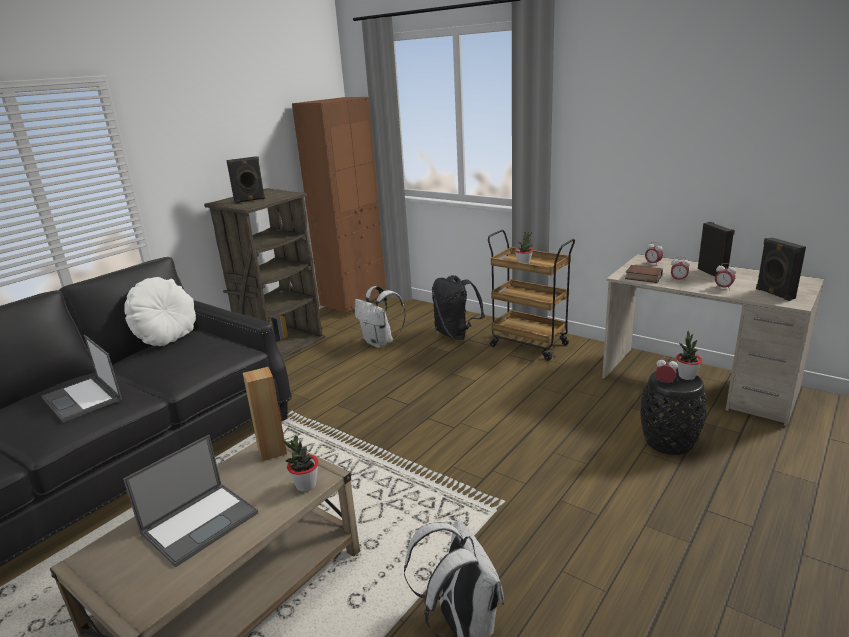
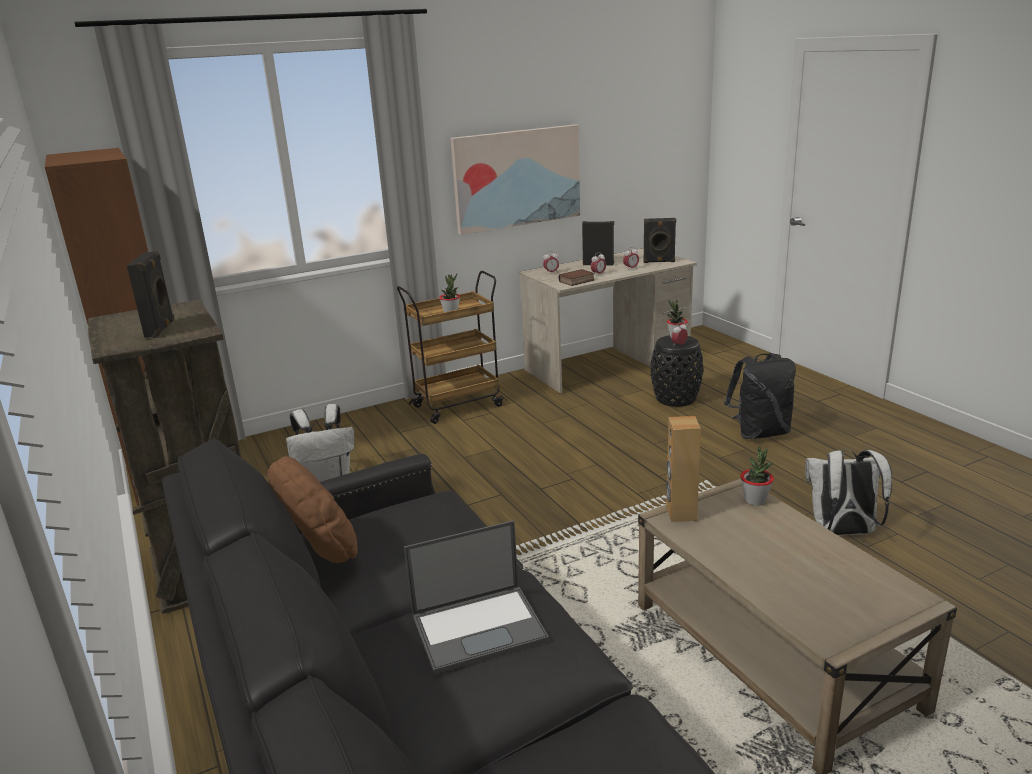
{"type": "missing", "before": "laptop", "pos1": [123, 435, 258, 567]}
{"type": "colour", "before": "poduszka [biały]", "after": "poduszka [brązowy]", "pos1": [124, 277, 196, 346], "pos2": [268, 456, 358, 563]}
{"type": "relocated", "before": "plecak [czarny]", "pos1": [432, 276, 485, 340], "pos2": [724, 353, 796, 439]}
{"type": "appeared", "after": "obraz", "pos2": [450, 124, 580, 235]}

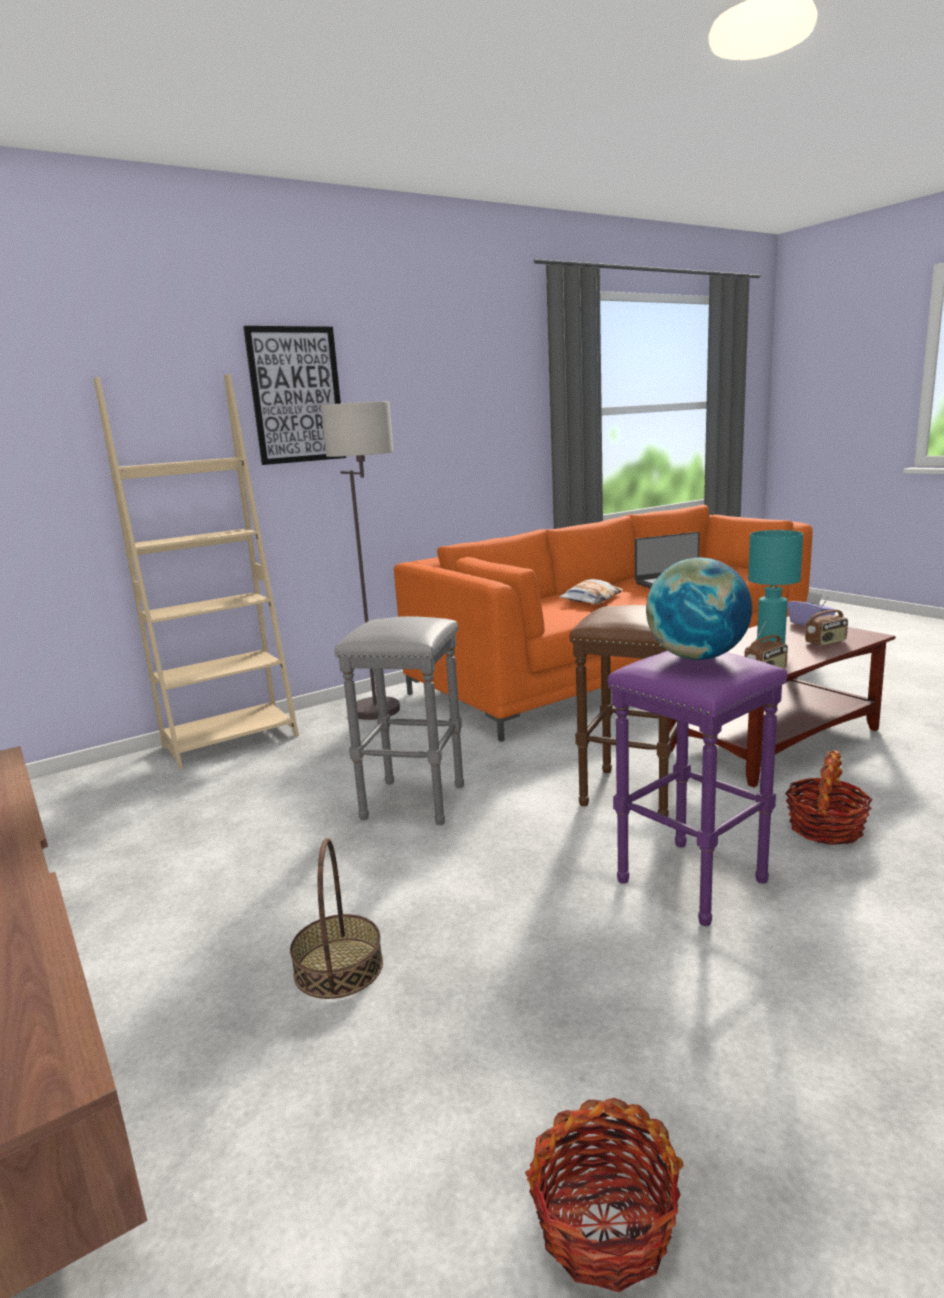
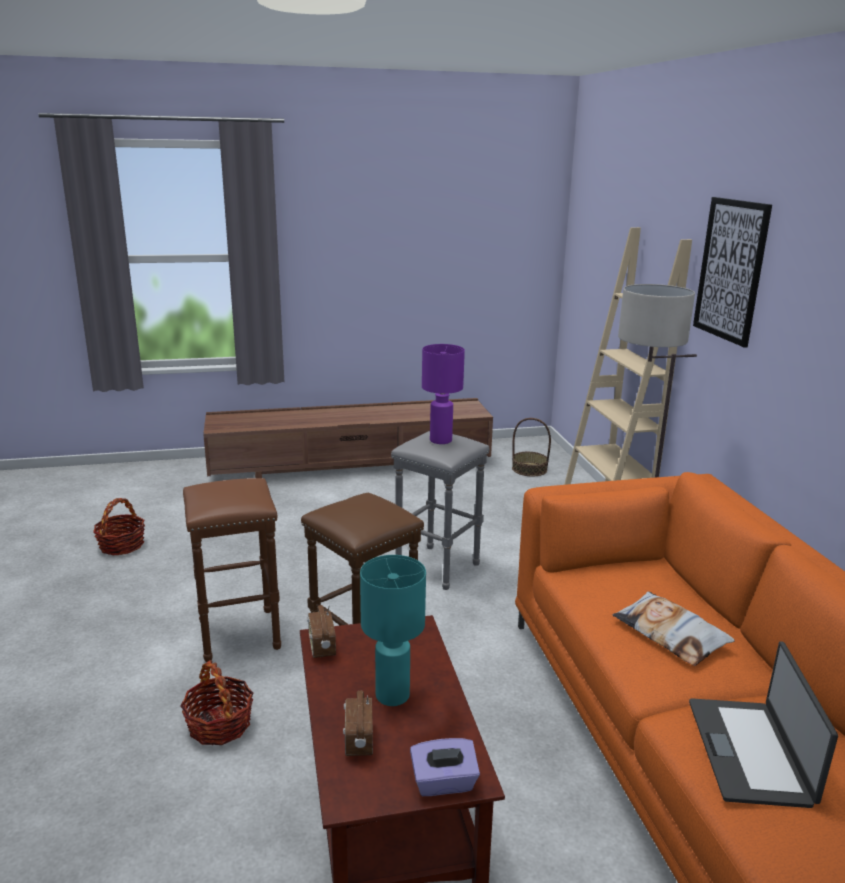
{"type": "relocated", "before": "koszyk", "pos1": [290, 838, 383, 999], "pos2": [512, 418, 551, 476]}
{"type": "colour", "before": "stołek [fioletowy]", "after": "stołek [brązowy]", "pos1": [608, 650, 787, 926], "pos2": [183, 478, 281, 662]}
{"type": "missing", "before": "globus", "pos1": [646, 558, 752, 660]}
{"type": "appeared", "after": "lampa stołowa [fioletowy]", "pos2": [422, 344, 465, 444]}

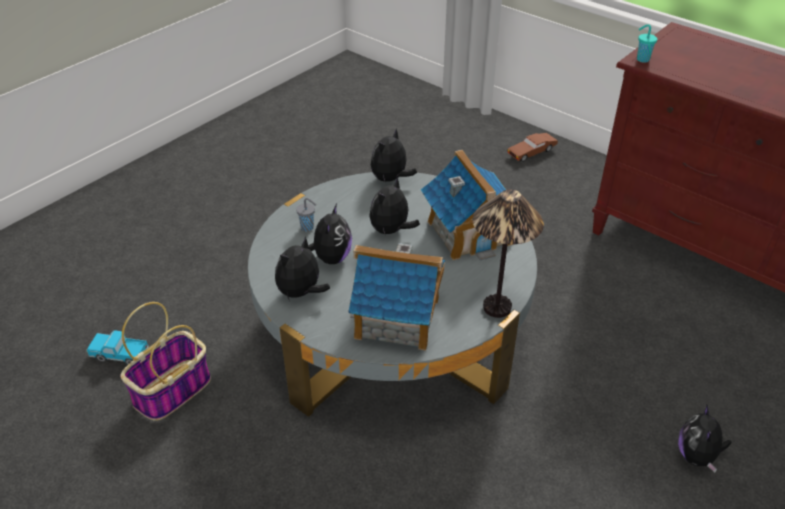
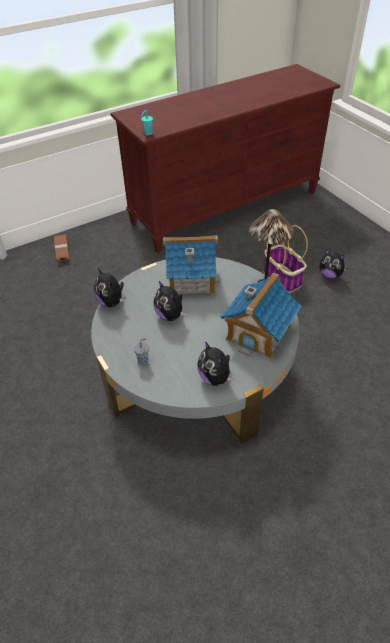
{"type": "missing", "before": "ciężarówka zabawkowa", "pos1": [86, 330, 149, 365]}
{"type": "relocated", "before": "koszyk", "pos1": [120, 302, 211, 421], "pos2": [263, 225, 308, 293]}
{"type": "missing", "before": "pluszak", "pos1": [308, 204, 352, 264]}

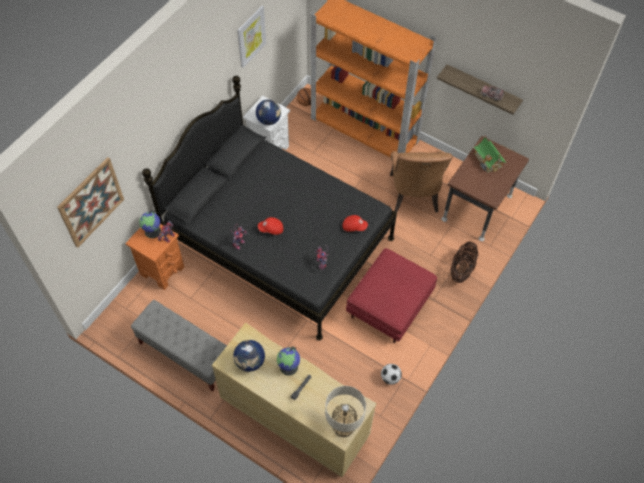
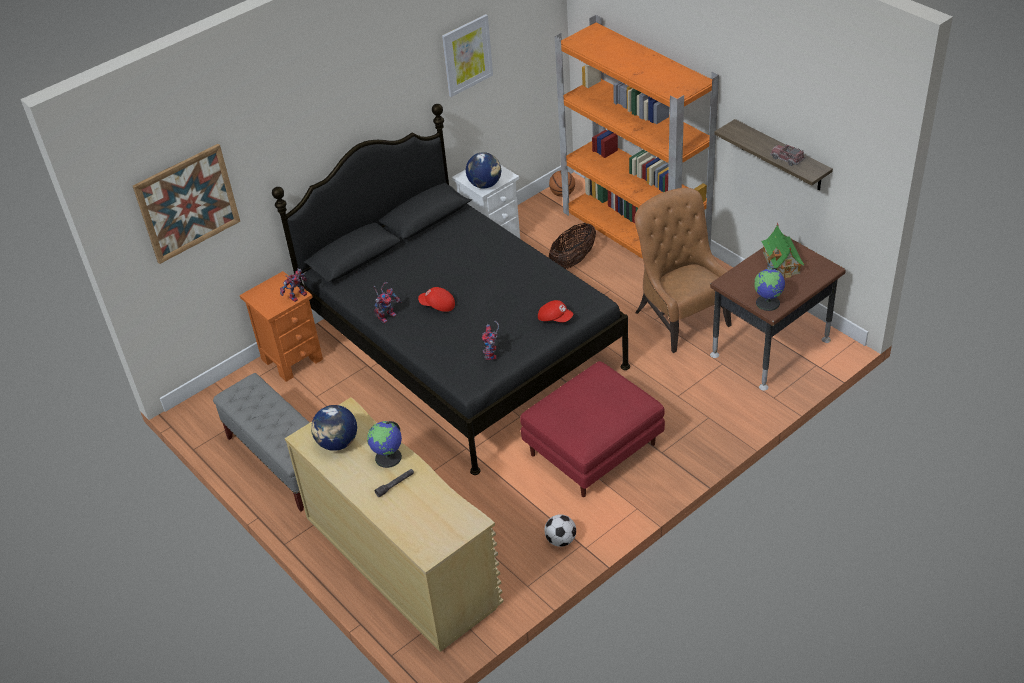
{"type": "relocated", "before": "globus", "pos1": [139, 211, 161, 238], "pos2": [754, 268, 785, 311]}
{"type": "missing", "before": "lampa stołowa", "pos1": [325, 386, 366, 437]}
{"type": "spun", "before": "krzesło [brązowy]", "pos1": [390, 151, 453, 213], "pos2": [635, 188, 732, 353], "turn": 135}
{"type": "relocated", "before": "koszyk", "pos1": [450, 241, 478, 283], "pos2": [549, 223, 596, 269]}

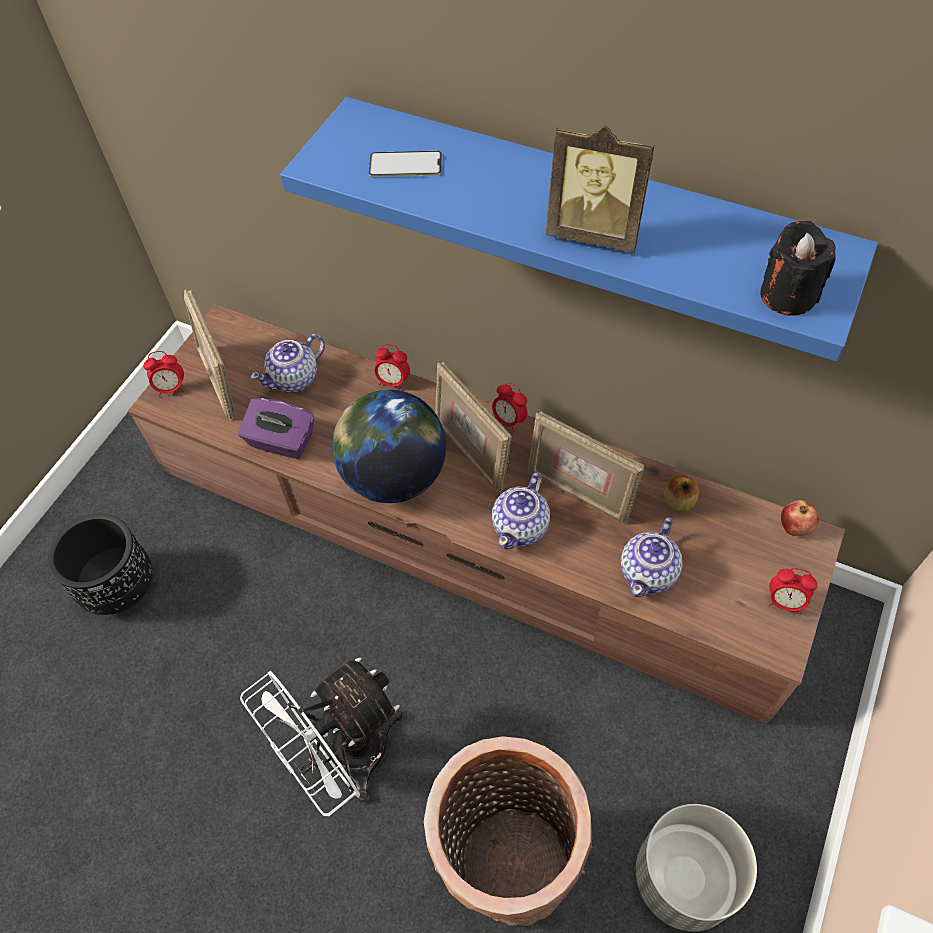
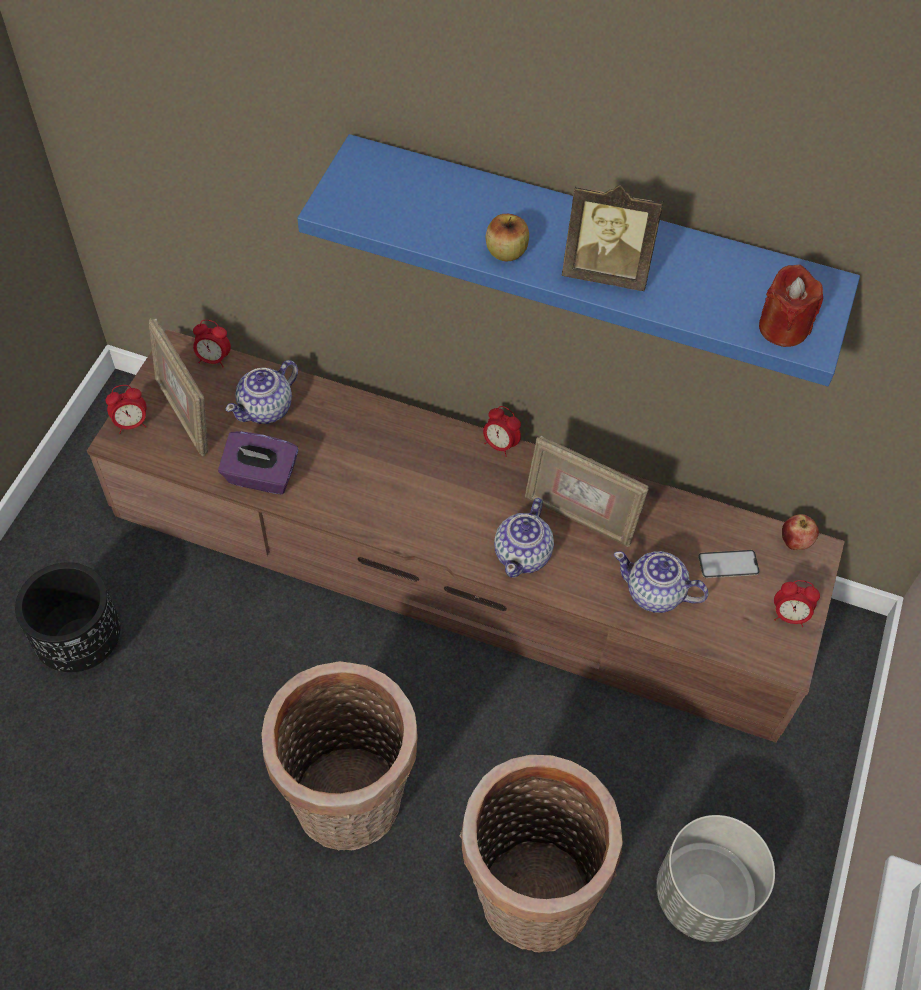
{"type": "exchanged", "before": "wentylator [biały]", "after": "koszyk", "pos1": [240, 658, 403, 816], "pos2": [261, 661, 418, 850]}
{"type": "missing", "before": "globus", "pos1": [332, 390, 446, 503]}
{"type": "relocated", "before": "telefon", "pos1": [369, 151, 442, 177], "pos2": [698, 550, 760, 578]}
{"type": "relocated", "before": "budzik", "pos1": [375, 344, 410, 390], "pos2": [193, 320, 231, 367]}
{"type": "missing", "before": "ramka na zdjęcie", "pos1": [435, 362, 512, 493]}
{"type": "spun", "before": "imbryk", "pos1": [621, 517, 683, 597], "pos2": [614, 551, 709, 613], "turn": 90}
{"type": "relocated", "before": "jabłko", "pos1": [664, 476, 699, 511], "pos2": [485, 214, 529, 261]}
{"type": "colour", "before": "świeca [czarny]", "after": "świeca [czerwony]", "pos1": [760, 221, 836, 316], "pos2": [759, 265, 823, 347]}

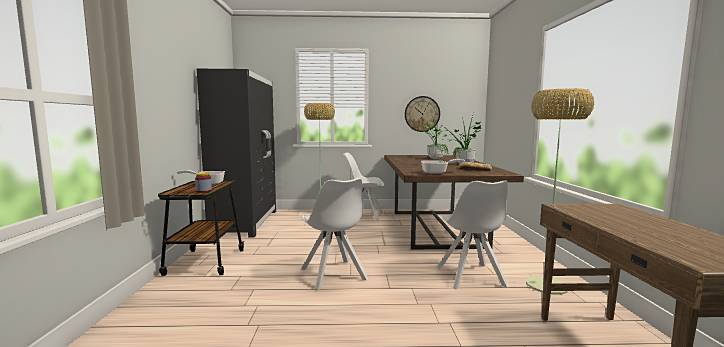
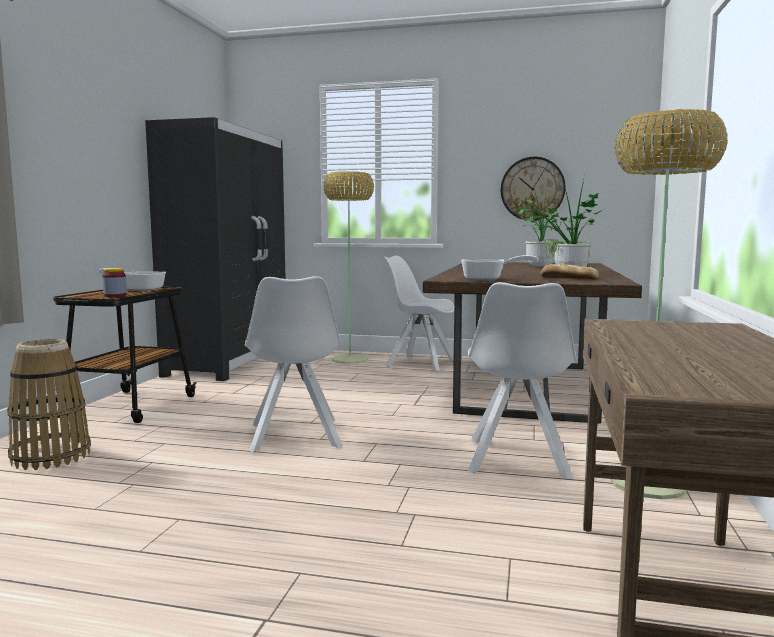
{"type": "appeared", "after": "koszyk", "pos2": [7, 339, 91, 470]}

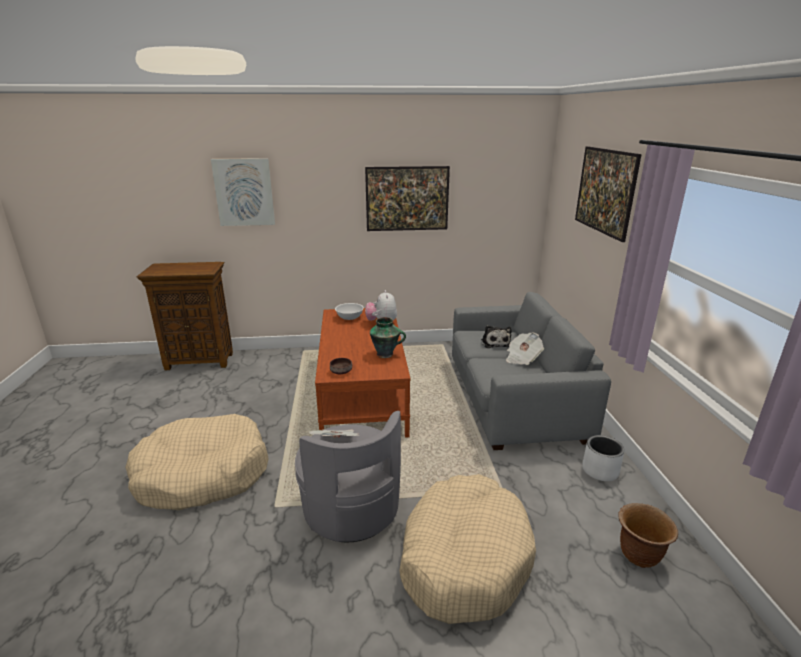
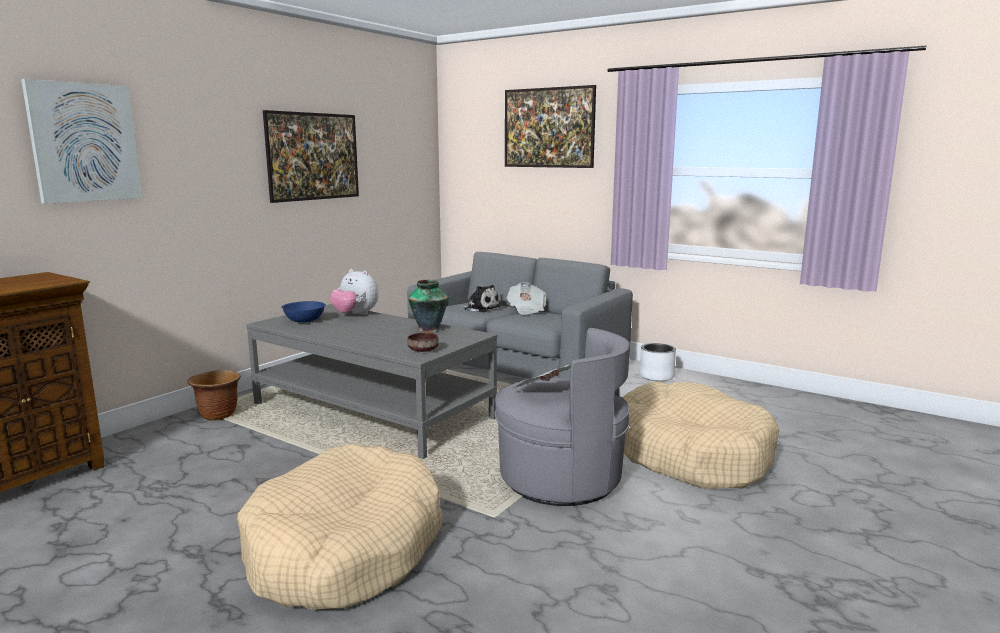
{"type": "colour", "before": "ława [brązowy]", "after": "ława [szary]", "pos1": [315, 308, 411, 438], "pos2": [246, 304, 497, 459]}
{"type": "colour", "before": "miska [biały]", "after": "miska [niebieski]", "pos1": [335, 303, 364, 320], "pos2": [281, 301, 326, 323]}
{"type": "relocated", "before": "donica [brązowy]", "pos1": [619, 503, 678, 568], "pos2": [187, 370, 241, 421]}

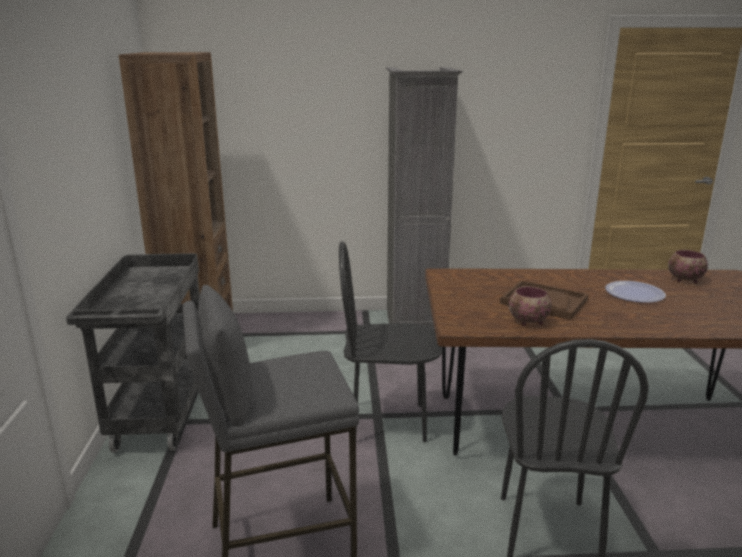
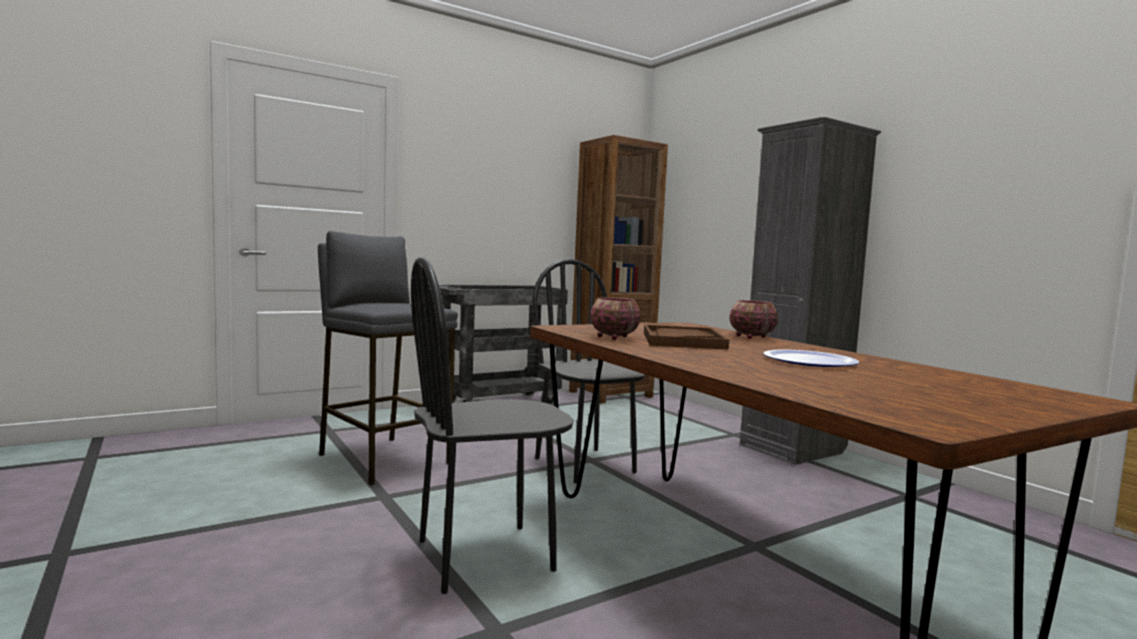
{"type": "relocated", "before": "miska", "pos1": [668, 250, 708, 283], "pos2": [730, 300, 778, 339]}

